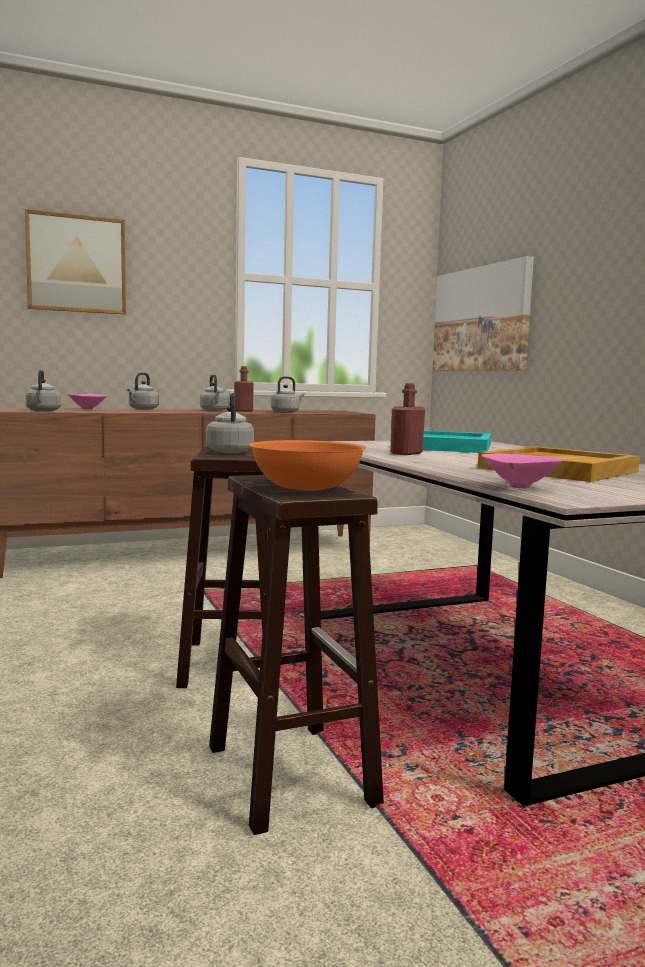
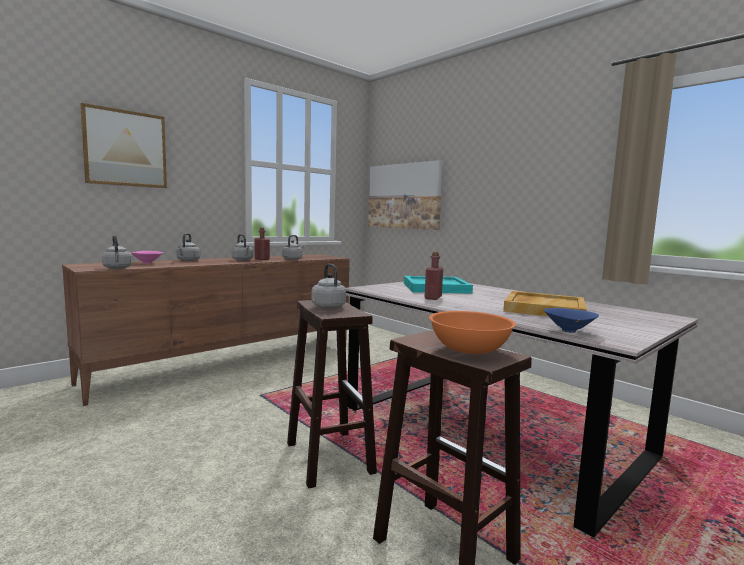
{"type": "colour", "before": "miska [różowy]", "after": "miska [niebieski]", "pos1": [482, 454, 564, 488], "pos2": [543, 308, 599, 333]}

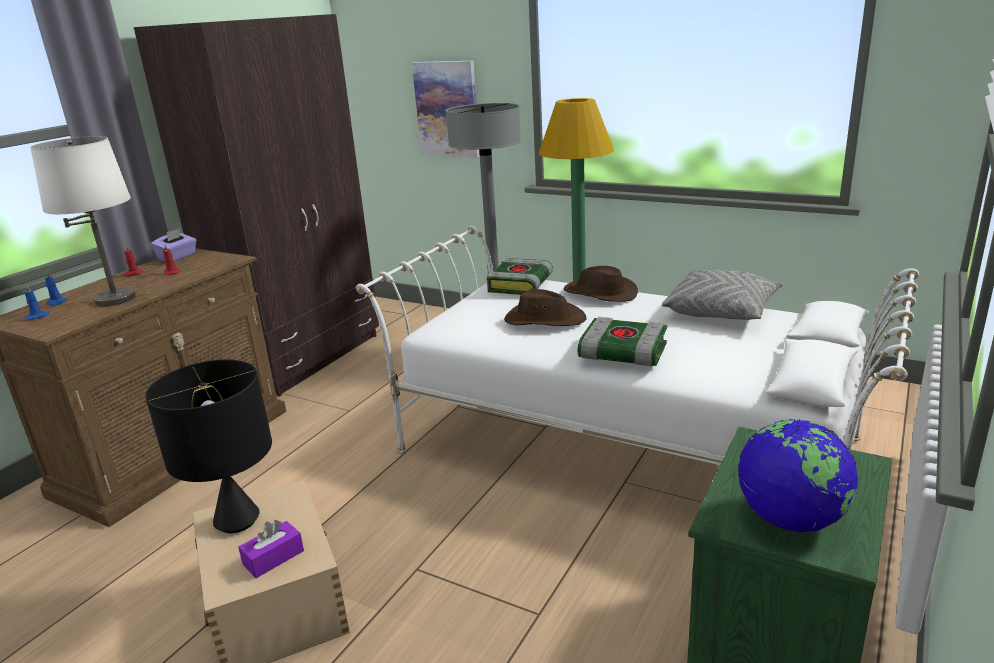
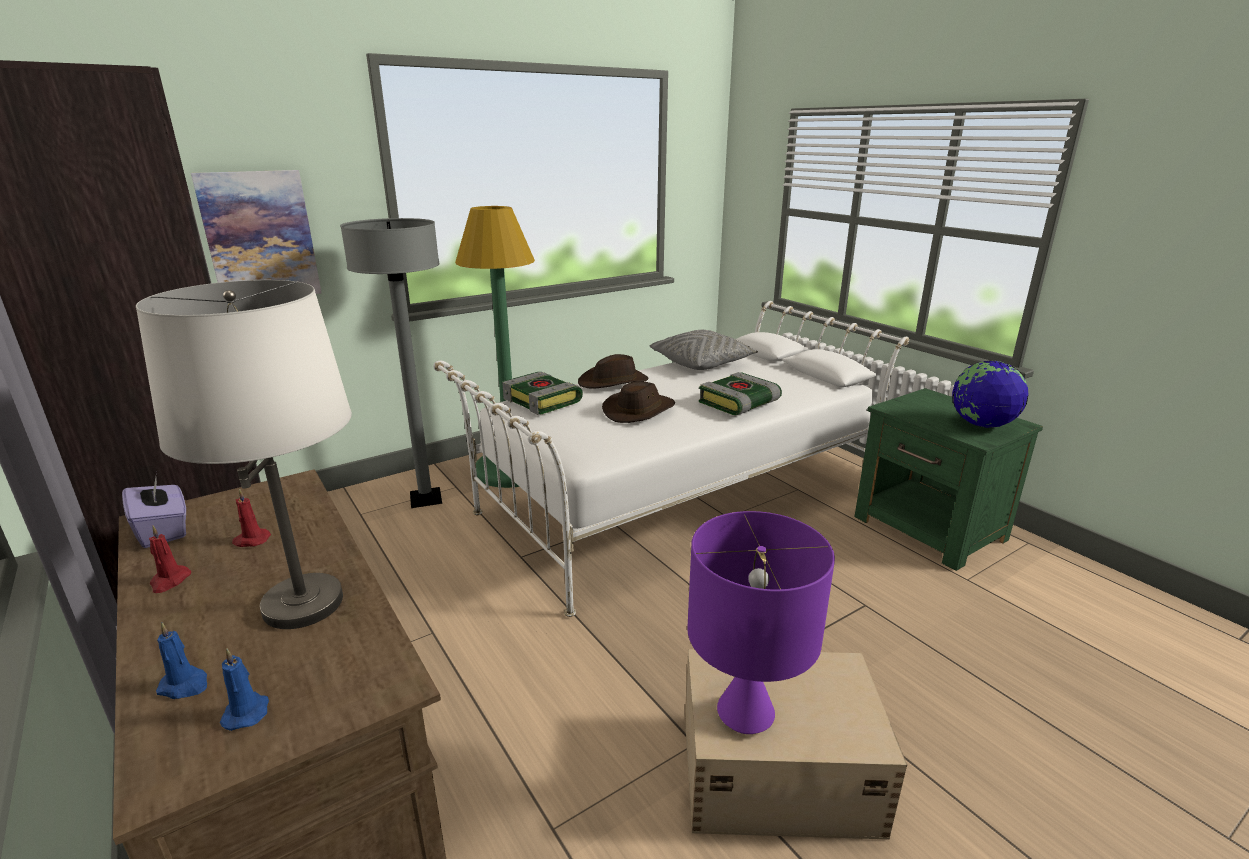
{"type": "colour", "before": "lampa stołowa [czarny]", "after": "lampa stołowa [fioletowy]", "pos1": [145, 359, 272, 533], "pos2": [687, 511, 835, 734]}
{"type": "missing", "before": "pudełko chusteczek [fioletowy]", "pos1": [238, 520, 304, 578]}

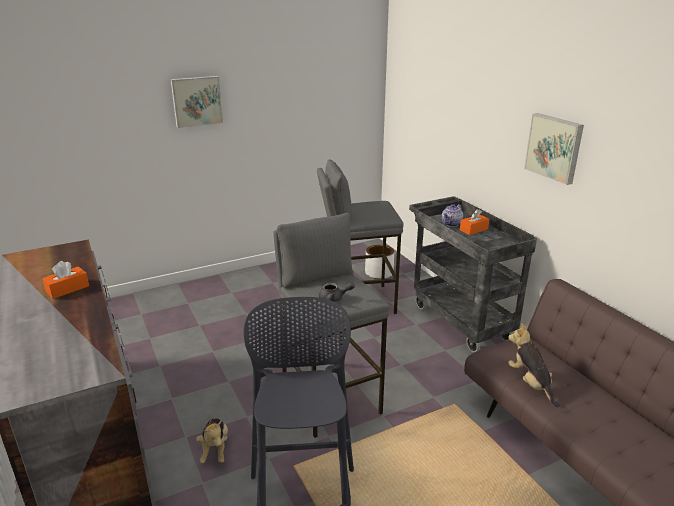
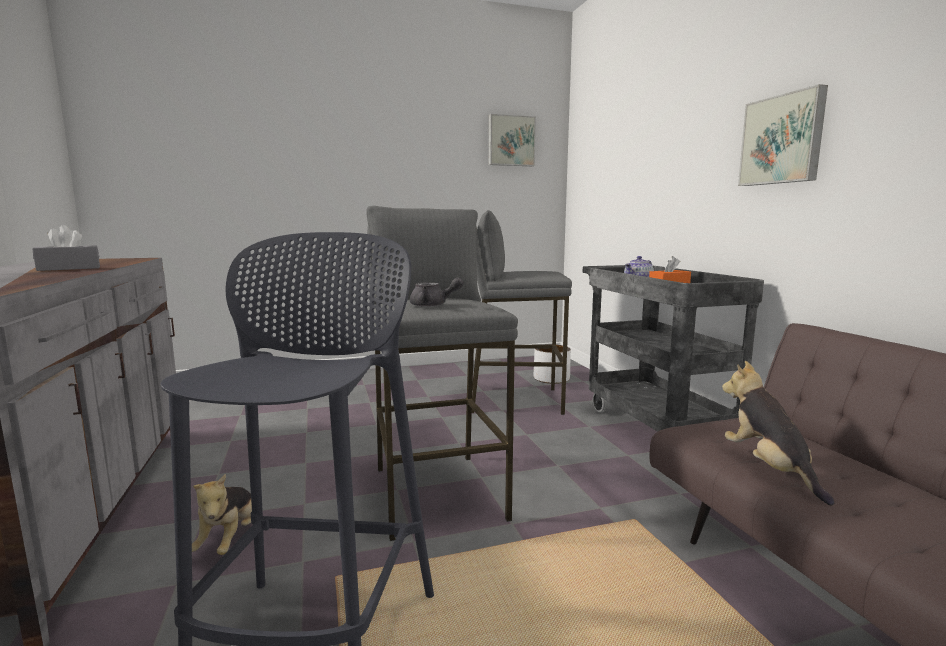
{"type": "colour", "before": "pudełko chusteczek [pomarańczowy]", "after": "pudełko chusteczek [szary]", "pos1": [42, 261, 89, 299], "pos2": [32, 225, 100, 271]}
{"type": "relocated", "before": "obraz", "pos1": [170, 76, 223, 128], "pos2": [489, 114, 536, 166]}

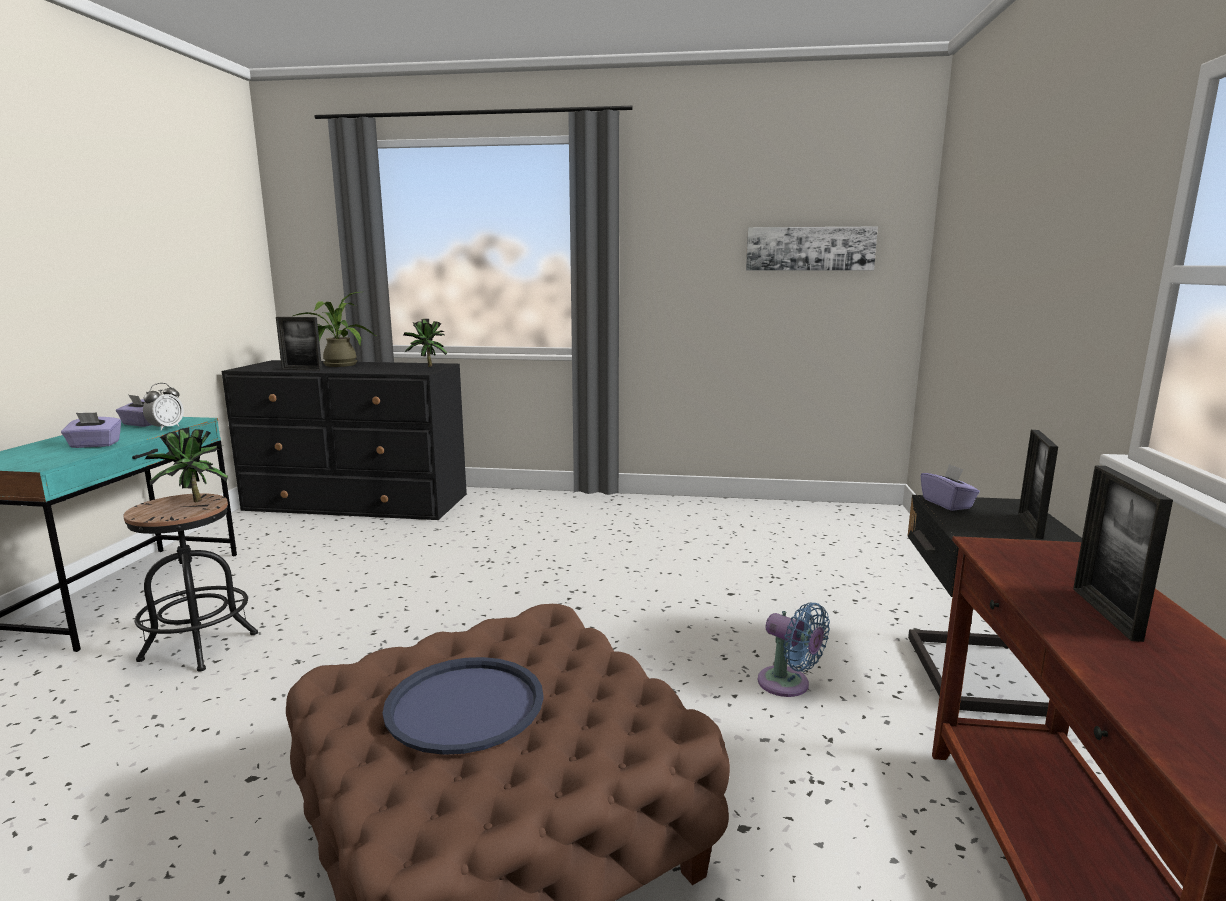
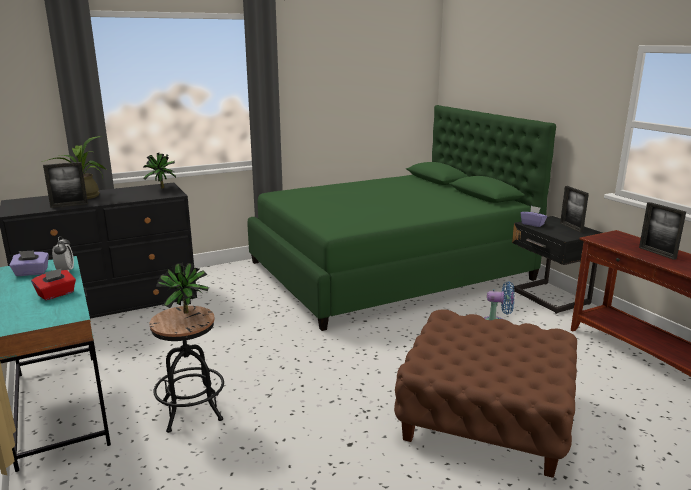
{"type": "colour", "before": "pudełko chusteczek [fioletowy]", "after": "pudełko chusteczek [czerwony]", "pos1": [61, 412, 121, 448], "pos2": [31, 269, 76, 300]}
{"type": "missing", "before": "taca [niebieski]", "pos1": [383, 657, 544, 755]}
{"type": "missing", "before": "obraz", "pos1": [746, 227, 878, 270]}
{"type": "appeared", "after": "łóżko [zielony]", "pos2": [248, 105, 556, 331]}

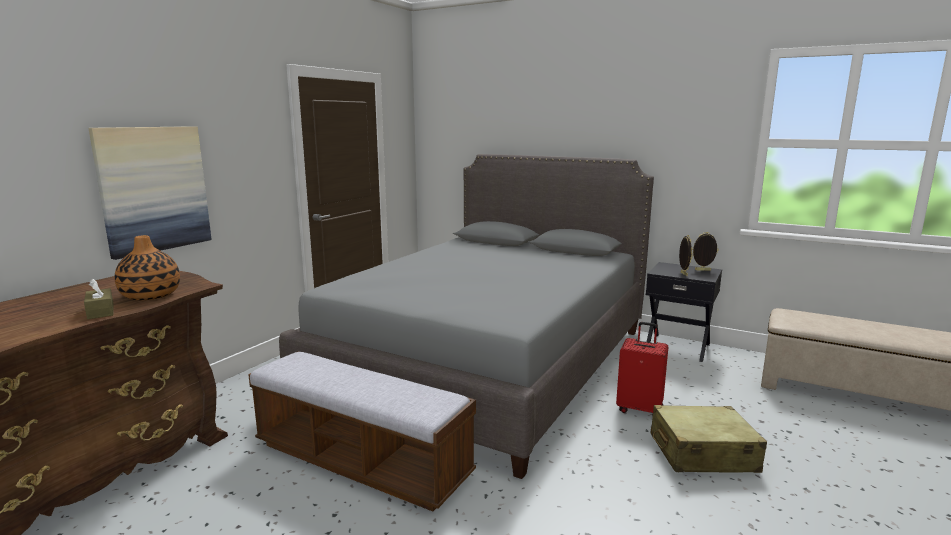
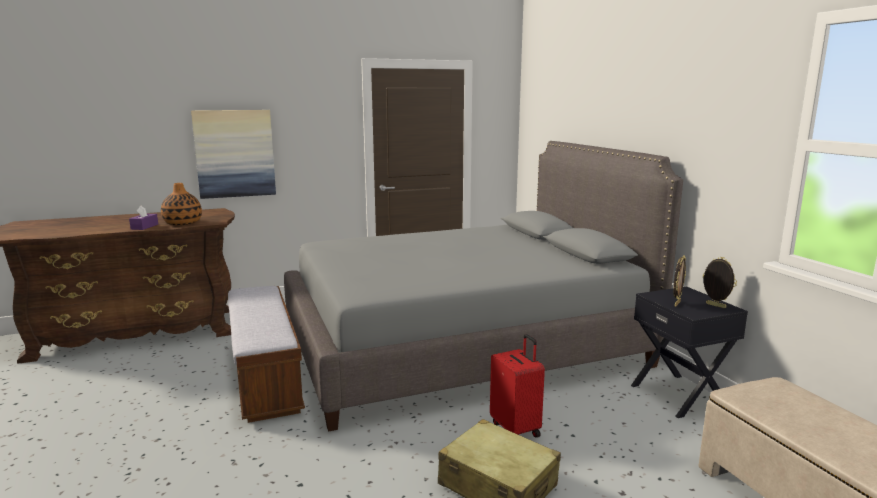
{"type": "colour", "before": "pudełko chusteczek [brązowy]", "after": "pudełko chusteczek [fioletowy]", "pos1": [84, 279, 114, 319], "pos2": [129, 206, 158, 230]}

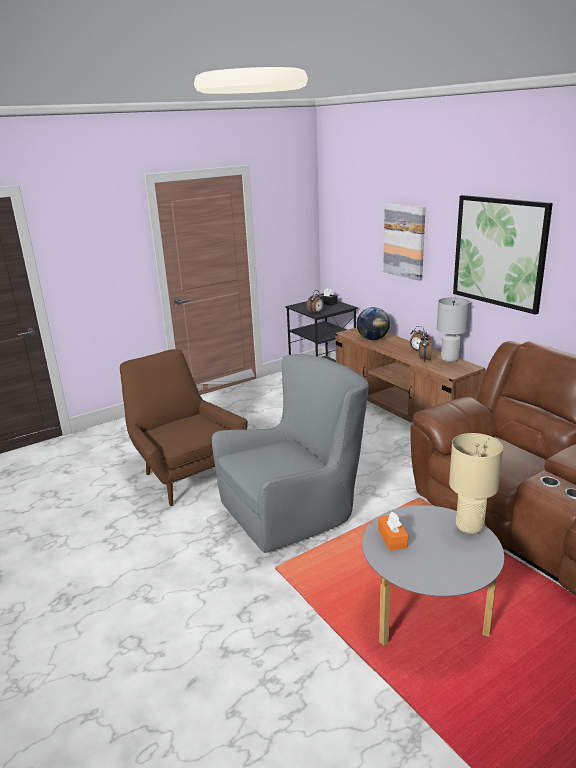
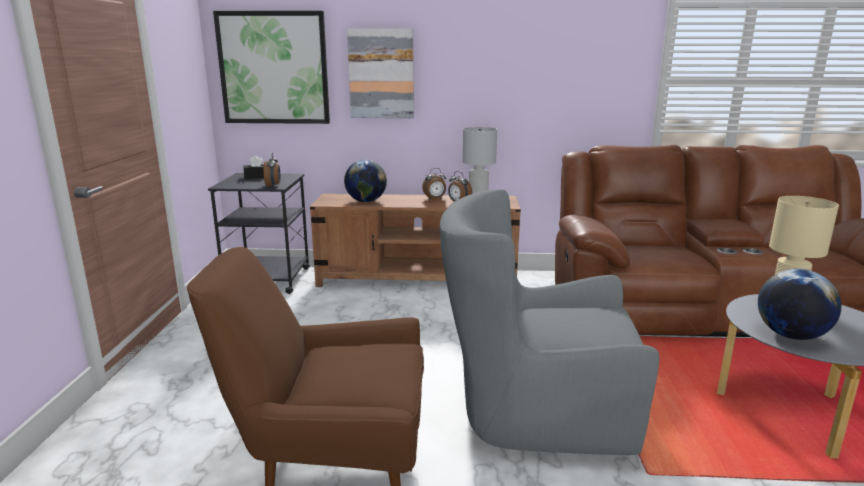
{"type": "spun", "before": "fotel [szary]", "pos1": [212, 354, 368, 553], "pos2": [440, 189, 659, 455], "turn": -90}
{"type": "exchanged", "before": "pudełko chusteczek [pomarańczowy]", "after": "globus", "pos1": [378, 511, 408, 551], "pos2": [758, 269, 841, 340]}
{"type": "relocated", "before": "obraz", "pos1": [453, 195, 553, 315], "pos2": [213, 11, 330, 124]}

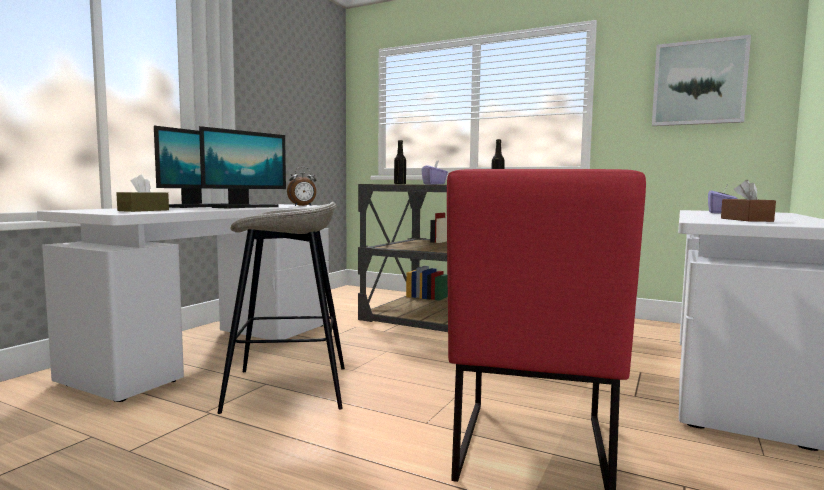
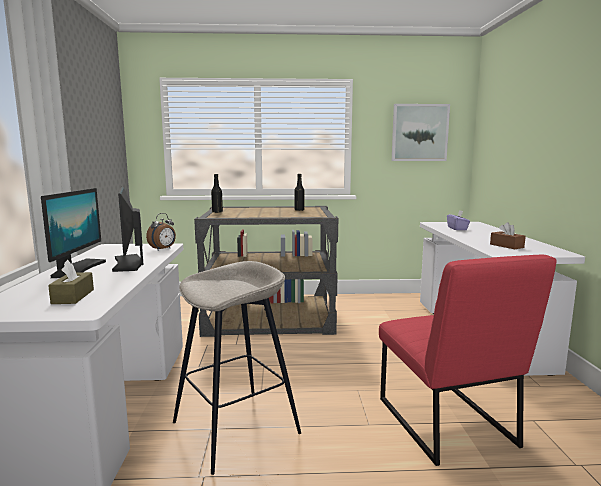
{"type": "spun", "before": "monitor", "pos1": [199, 126, 286, 208], "pos2": [112, 187, 143, 272], "turn": 150}
{"type": "missing", "before": "pudełko chusteczek [fioletowy]", "pos1": [422, 160, 448, 185]}

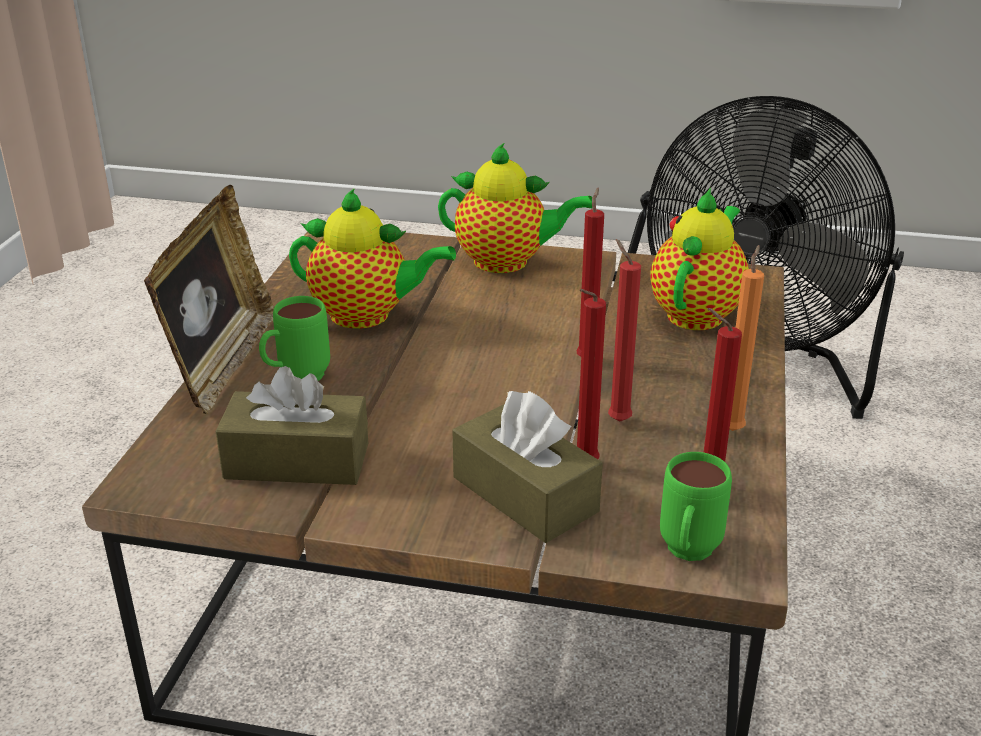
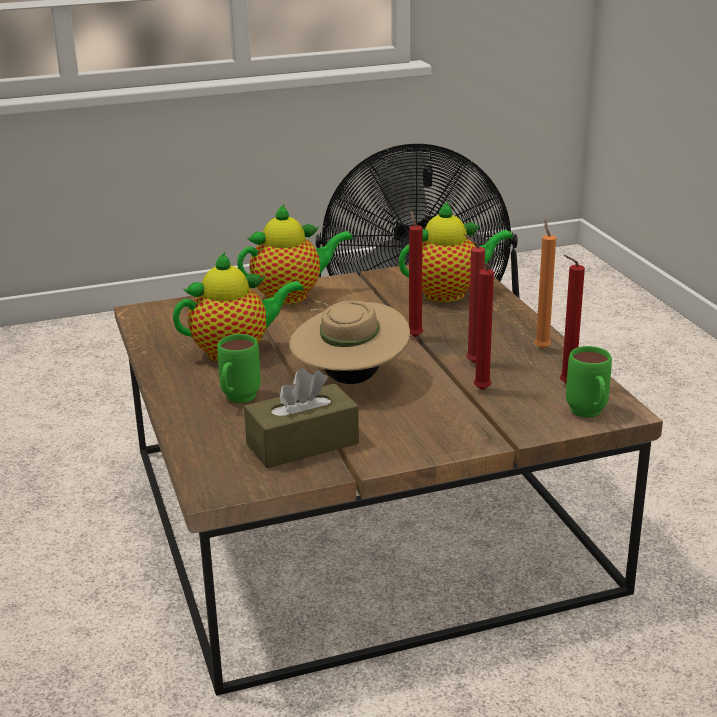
{"type": "missing", "before": "ramka na zdjęcie", "pos1": [144, 185, 274, 414]}
{"type": "missing", "before": "pudełko chusteczek [brązowy]", "pos1": [453, 391, 603, 543]}
{"type": "spun", "before": "imbryk", "pos1": [650, 188, 749, 330], "pos2": [399, 201, 513, 302], "turn": 75}
{"type": "appeared", "after": "kapelusz [beżowy]", "pos2": [289, 300, 410, 384]}

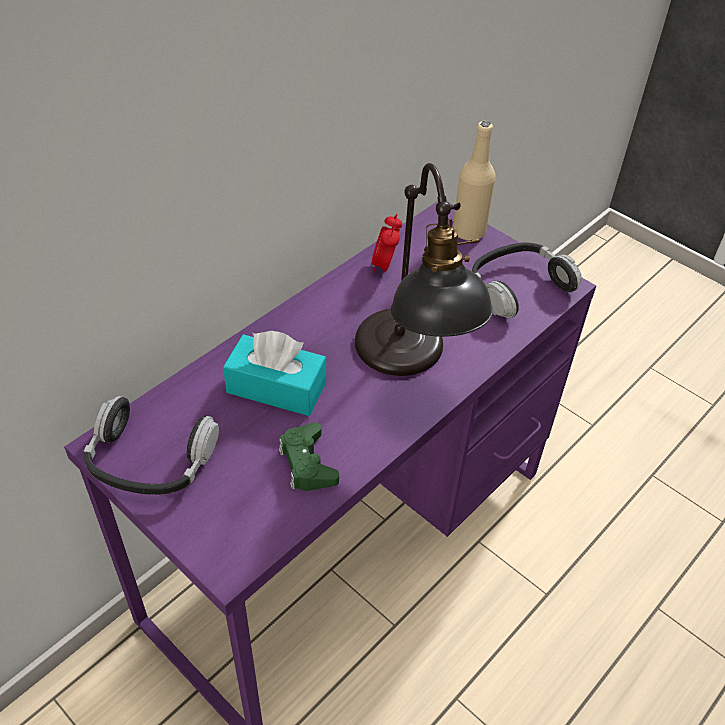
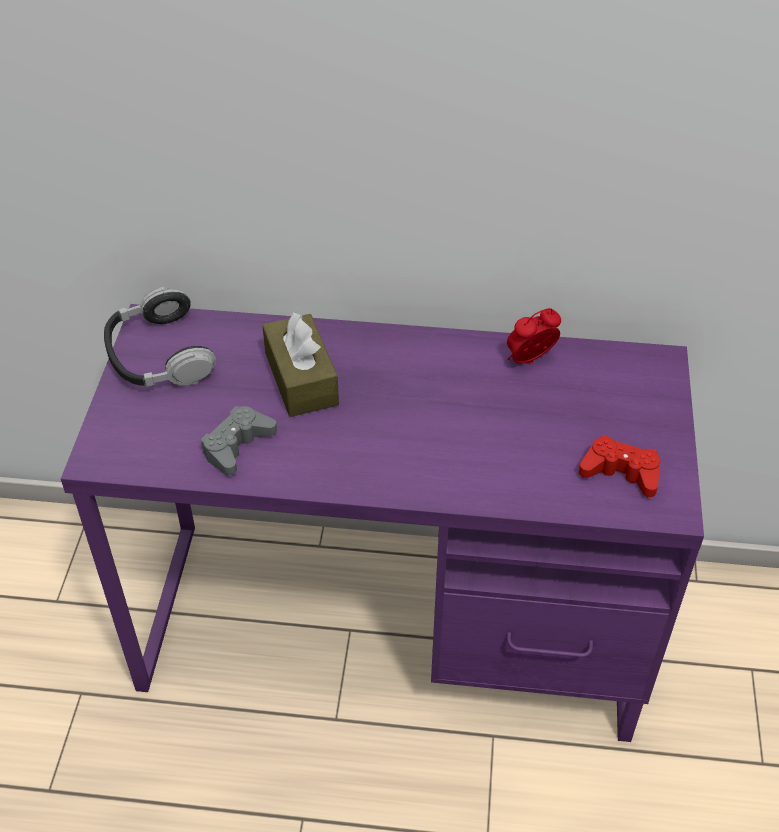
{"type": "colour", "before": "pudełko chusteczek [turkusowy]", "after": "pudełko chusteczek [brązowy]", "pos1": [223, 331, 326, 416], "pos2": [262, 311, 339, 417]}
{"type": "colour", "before": "pad do gier [zielony]", "after": "pad do gier [szary]", "pos1": [279, 422, 339, 491], "pos2": [201, 406, 277, 475]}
{"type": "missing", "before": "lampa stołowa [szary]", "pos1": [355, 163, 493, 376]}
{"type": "missing", "before": "butelka [beżowy]", "pos1": [453, 121, 496, 241]}
{"type": "exchanged", "before": "słuchawki", "after": "pad do gier [czerwony]", "pos1": [472, 242, 582, 318], "pos2": [579, 435, 660, 497]}

